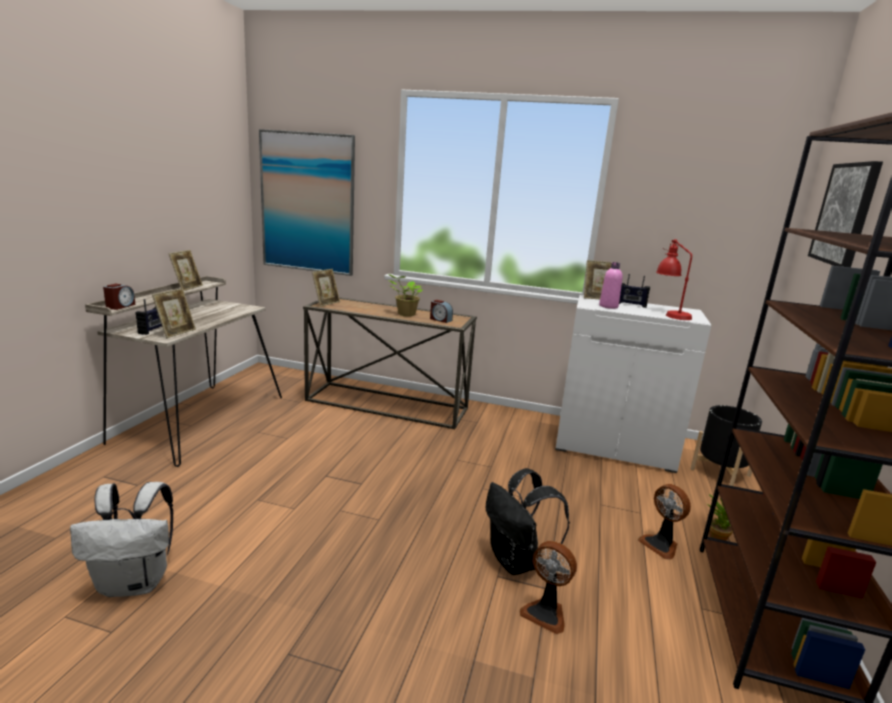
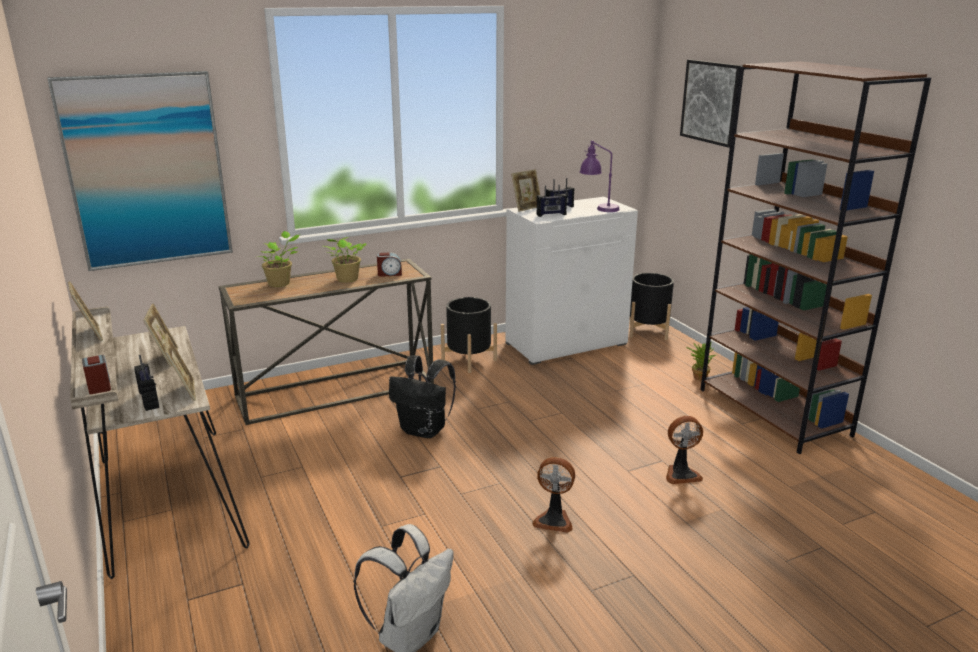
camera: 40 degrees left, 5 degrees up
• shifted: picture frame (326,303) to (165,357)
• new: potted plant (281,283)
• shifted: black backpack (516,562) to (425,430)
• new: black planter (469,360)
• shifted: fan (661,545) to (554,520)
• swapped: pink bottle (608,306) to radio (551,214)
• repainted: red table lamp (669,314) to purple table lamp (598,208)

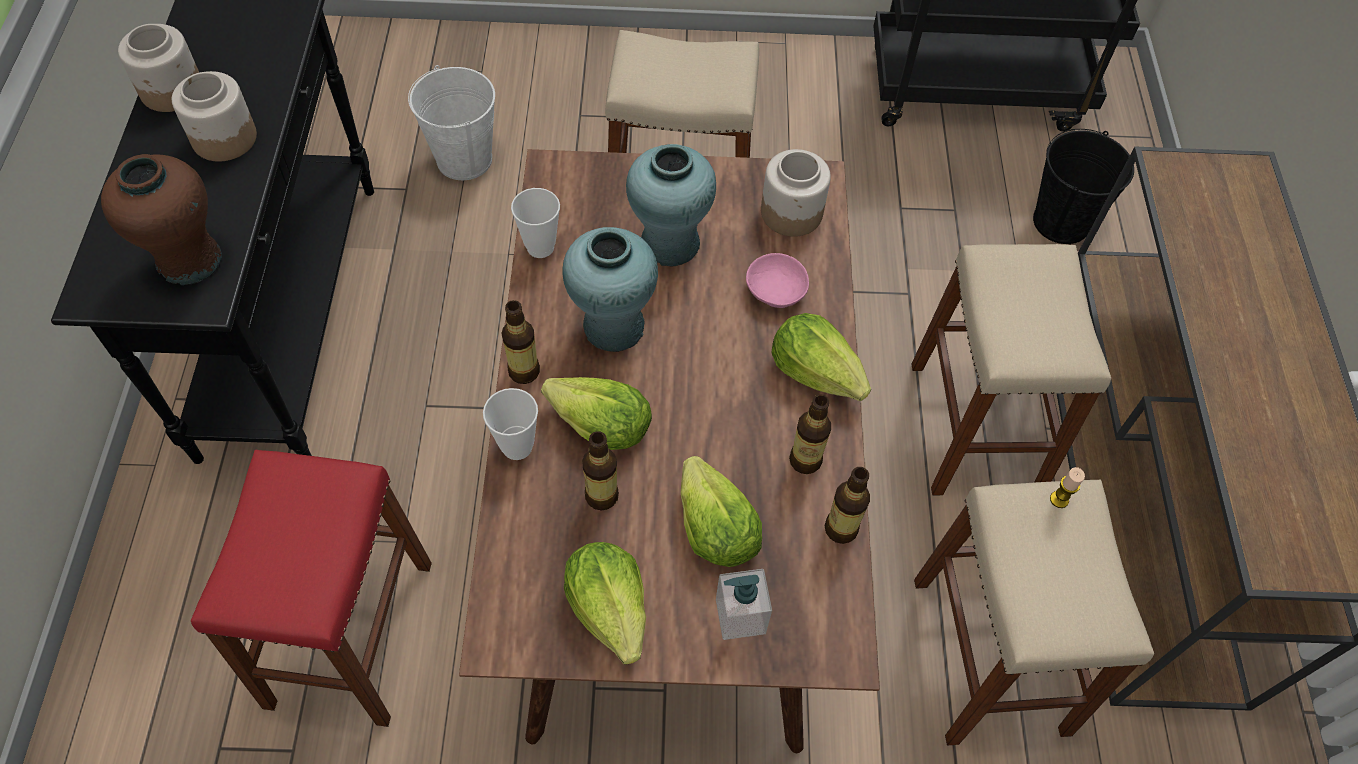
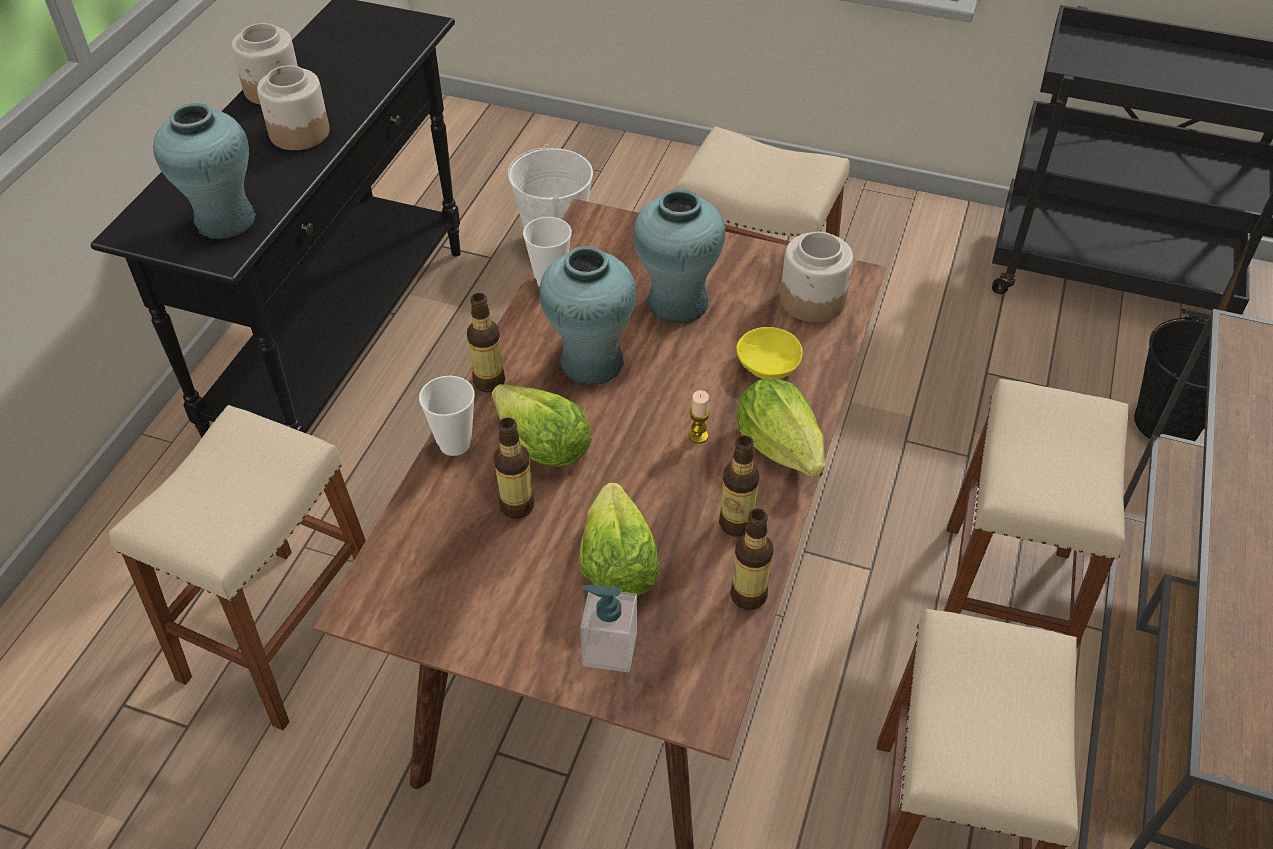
camera: 20 degrees right, 10 degrees down
• repainted: red stool (350,633) to beige stool (283,634)
• repainted: brown vase (190,261) to turquoise vase (225,221)
• shifted: candle (1059,499) to (698,436)
• repainted: pink bowl (778,291) to yellow bowl (770,366)
• gone: lettuce (610,609)

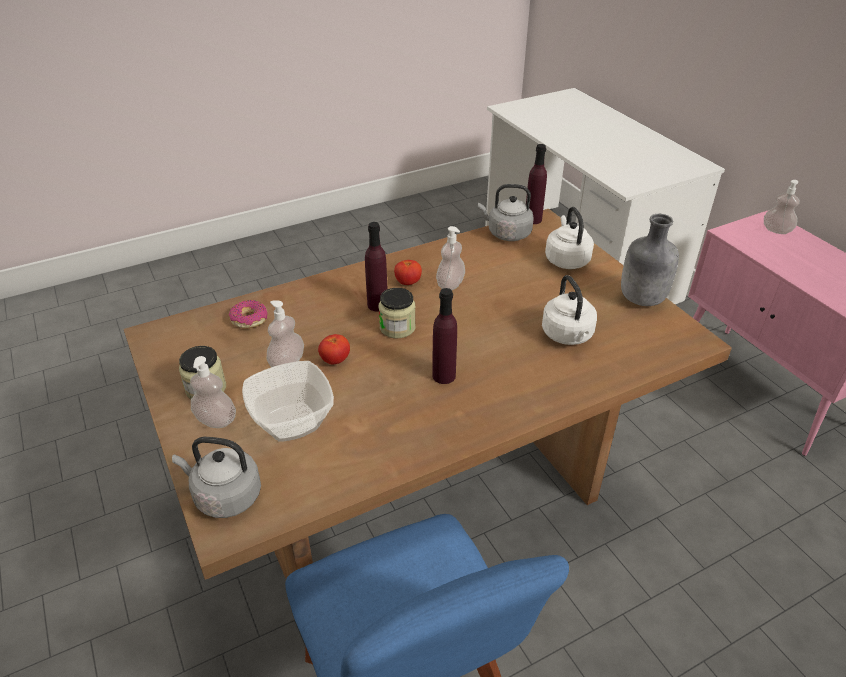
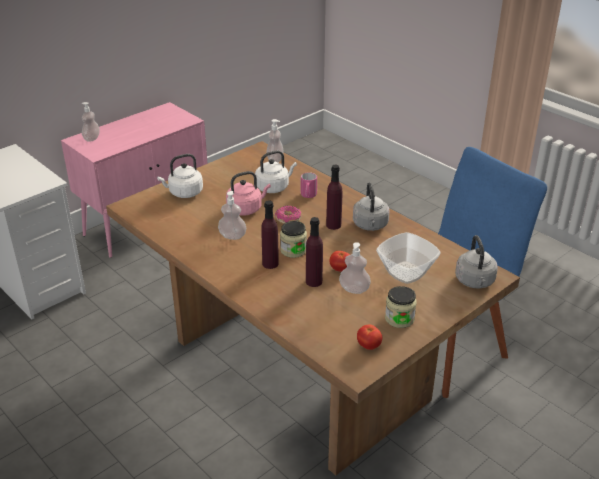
camera: 105 degrees left, 5 degrees down
• new: pink kettle (246,209)
• shifted: soap dispenser (216,420) to (275,159)
• shifted: donut (249,319) to (288,219)
• new: pink mug (308,196)
• shifted: purple bottle (533,219) to (314,281)
• shifted: grey kettle (506,234) to (370,225)
• shifted: tomato (408,282) to (368,346)
• gone: grey bottle (641,299)

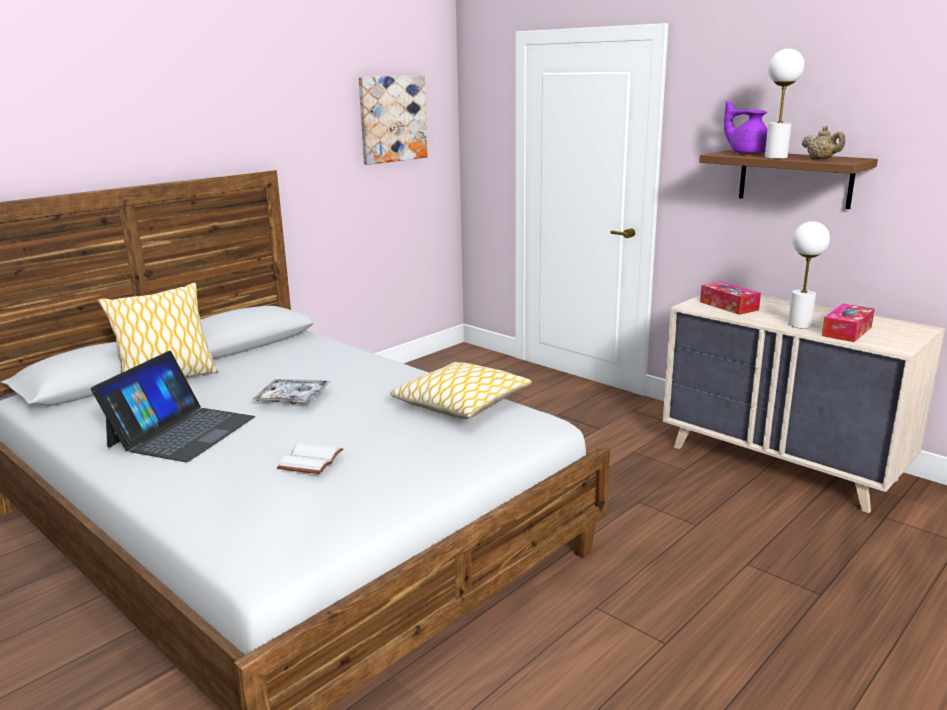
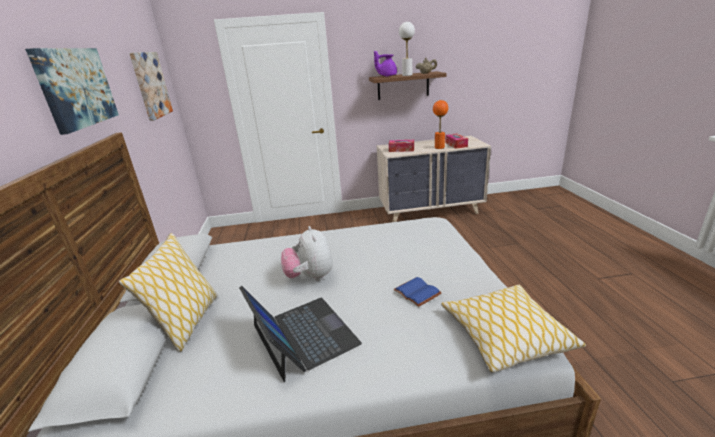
camera: 50 degrees left, 5 degrees up
• new: picture (76,87)
• swapped: tray (293,398) to plush toy (310,277)
• repainted: white book (312,461) to blue book (418,292)
• repainted: white table lamp (799,325) to orange table lamp (439,147)
• shifted: pillow (461,403) to (505,335)

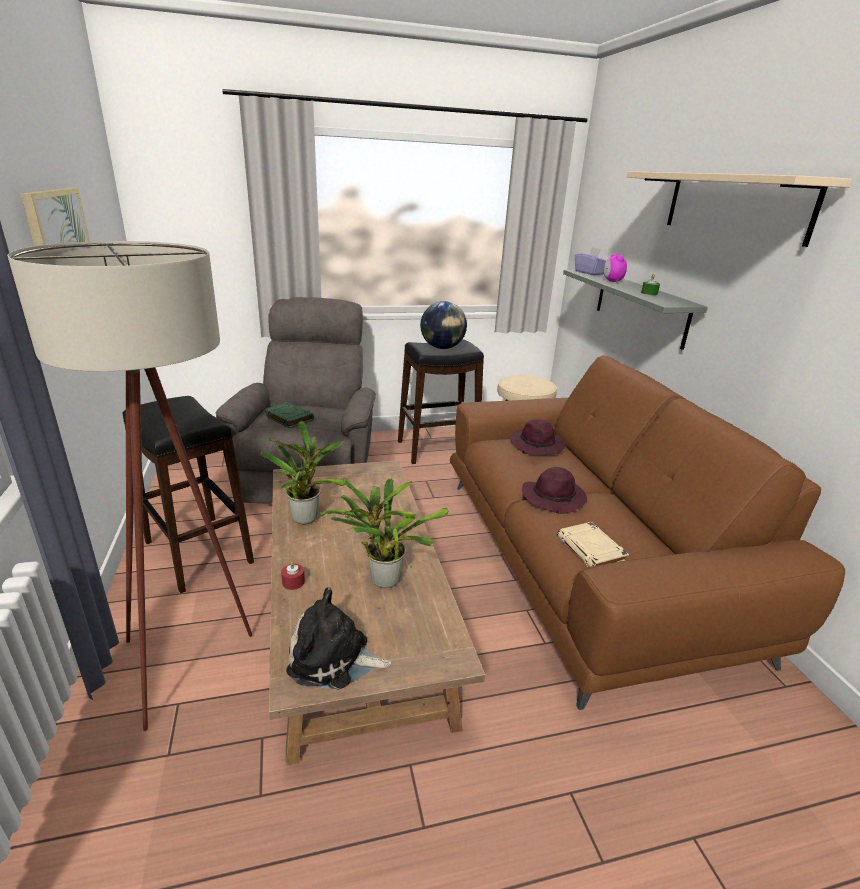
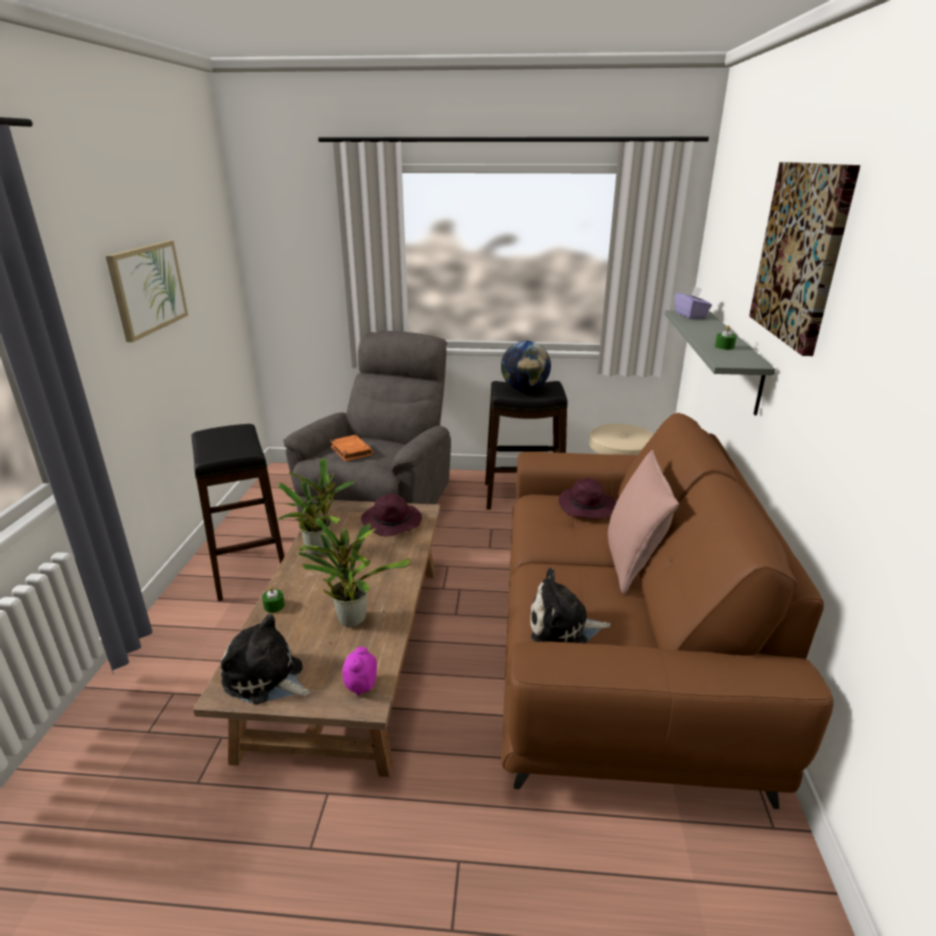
camera: 20 degrees right, 0 degrees up
• repainted: red candle (293,582) to green candle (274,606)
• repainted: green book (288,418) to orange book (351,451)
• shifted: alarm clock (612,281) to (361,686)
• shifted: purple hat (554,497) to (393,522)
• swapped: beige book (591,550) to plush toy (563,627)
• new: pink pillow (632,562)
• swapped: beige shelf (735,205) to picture (801,253)
• gone: beige floor lamp (194,659)

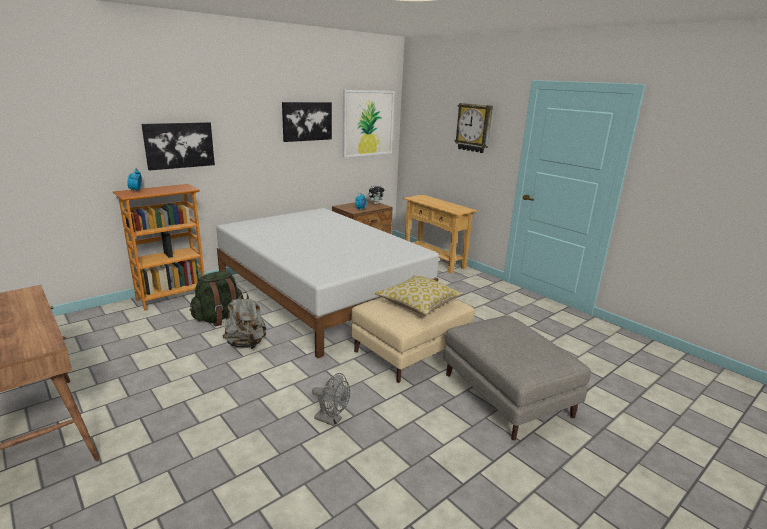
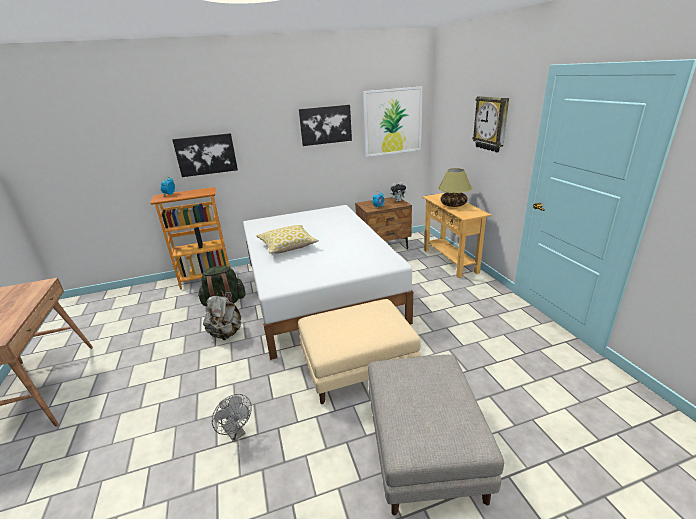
camera: 25 degrees right, 5 degrees up
• shifted: pillow (418,304) to (288,246)
• new: table lamp (453,205)

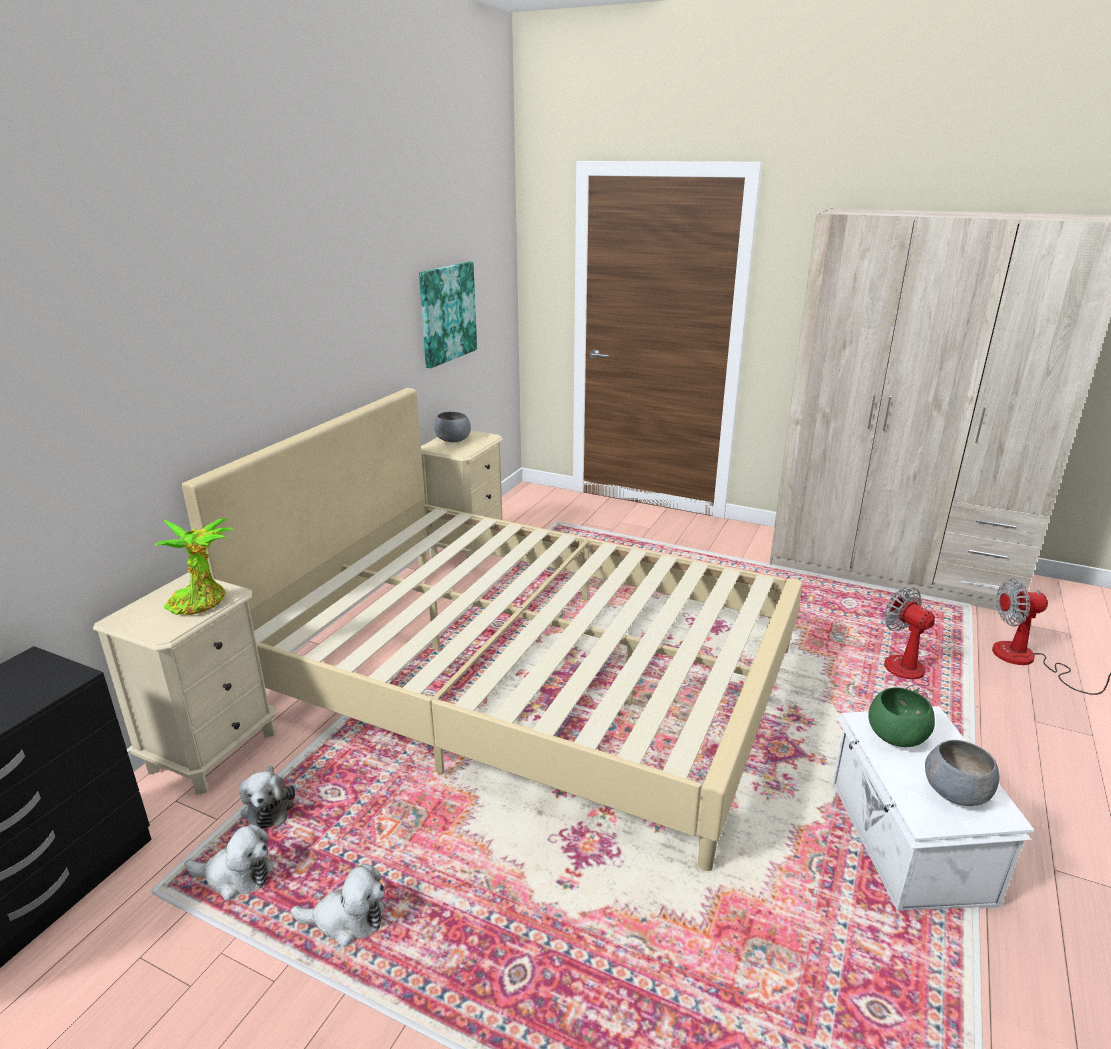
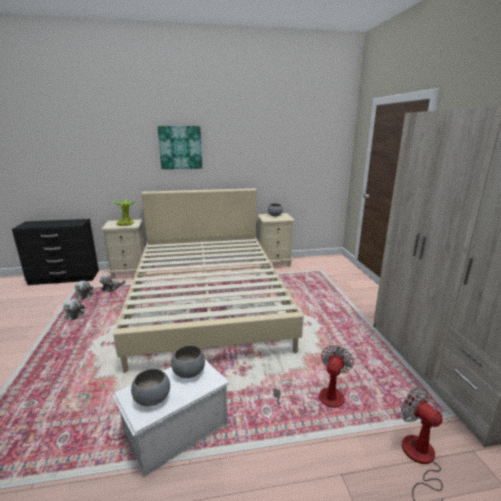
camera: 55 degrees right, 5 degrees down
• shifted: picture (447,313) to (180,147)
• repainted: green bowl (895,736) to grey bowl (188,372)

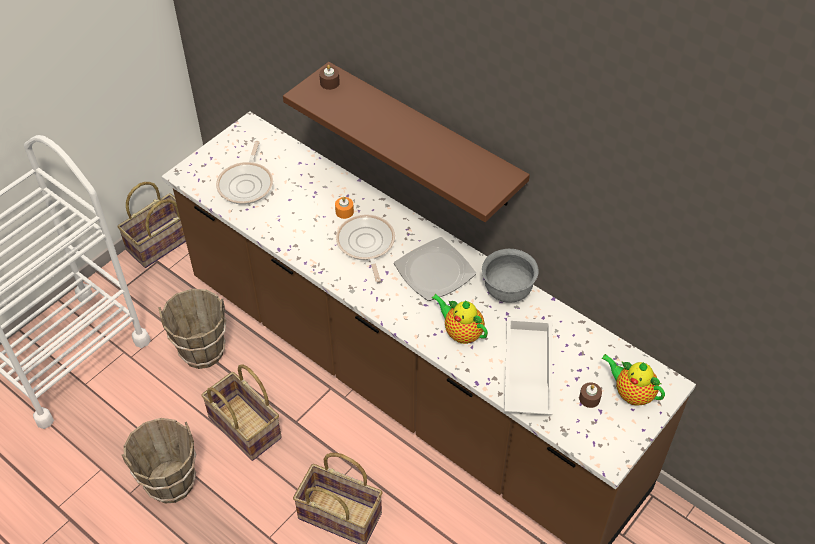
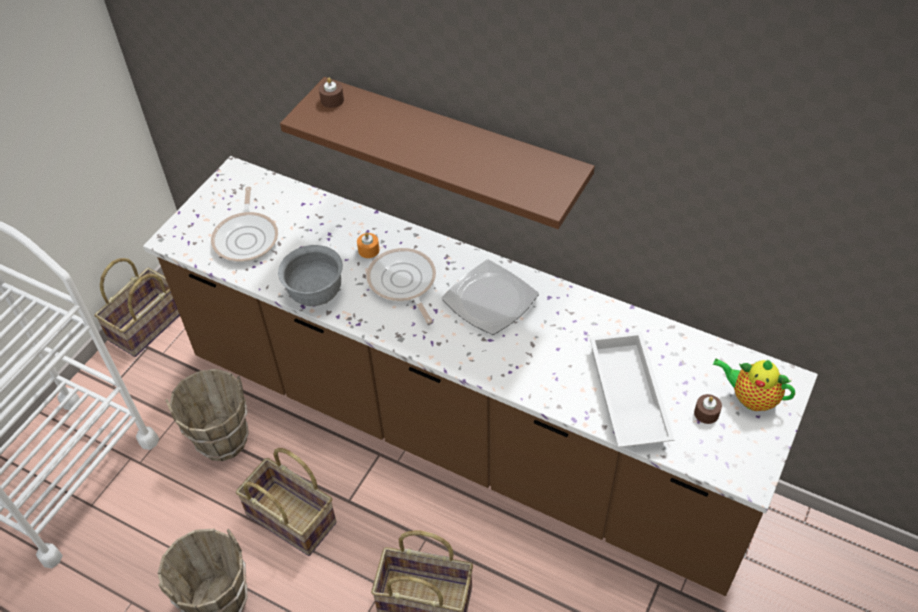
camera: 10 degrees left, 0 degrees up
• shifted: grey bowl (507,291) to (315,294)
• gone: teapot (461,332)

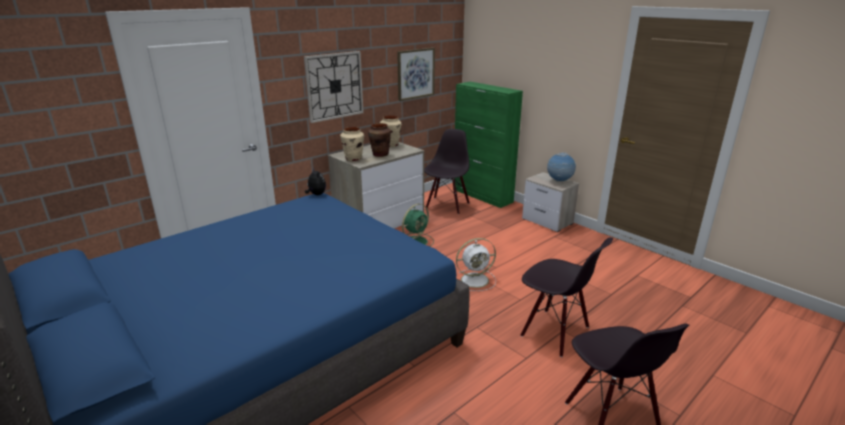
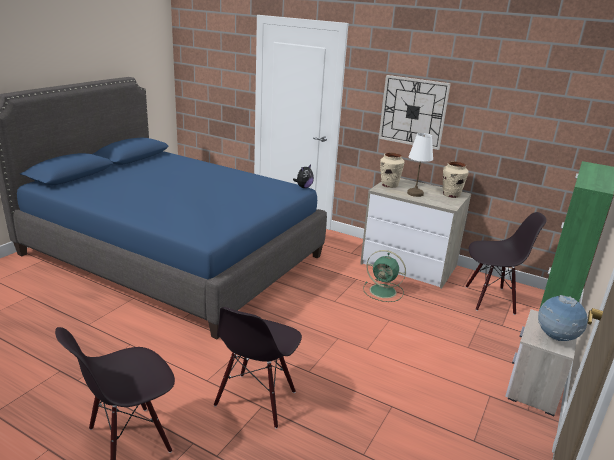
camera: 70 degrees right, 0 degrees up
• swapped: brown vase (380,154) to white table lamp (415,194)
• gone: picture (415,74)
• gone: white fan (476,280)

